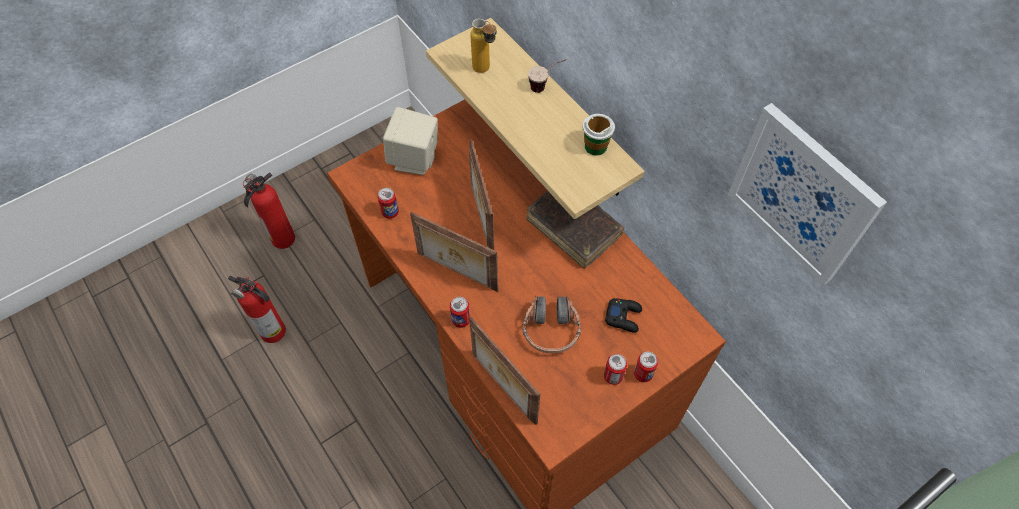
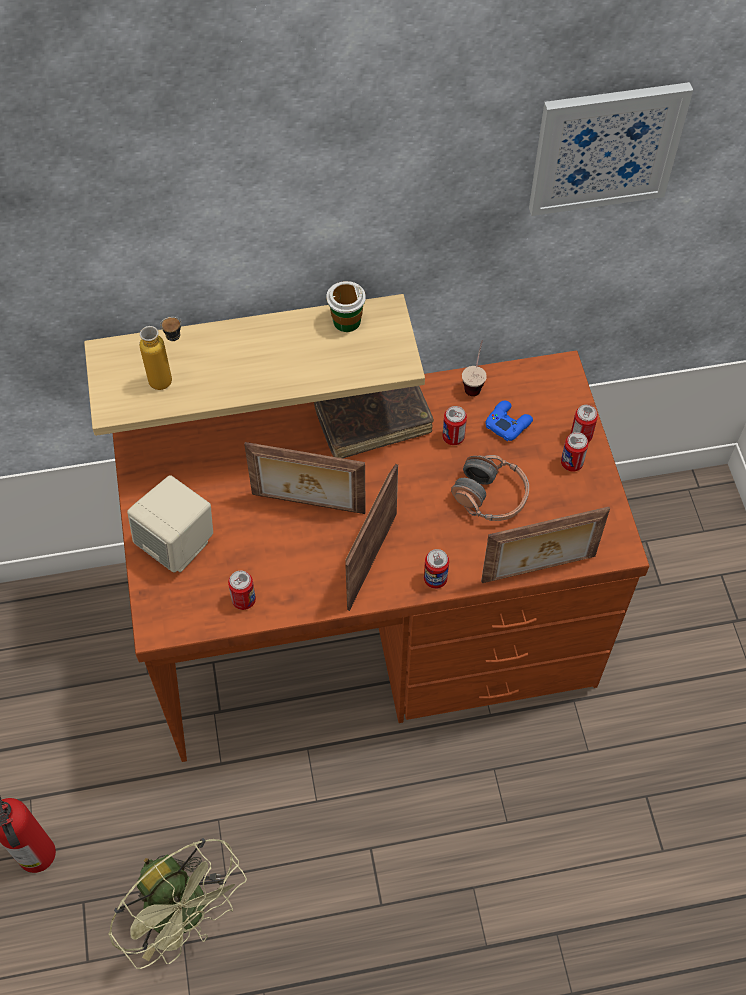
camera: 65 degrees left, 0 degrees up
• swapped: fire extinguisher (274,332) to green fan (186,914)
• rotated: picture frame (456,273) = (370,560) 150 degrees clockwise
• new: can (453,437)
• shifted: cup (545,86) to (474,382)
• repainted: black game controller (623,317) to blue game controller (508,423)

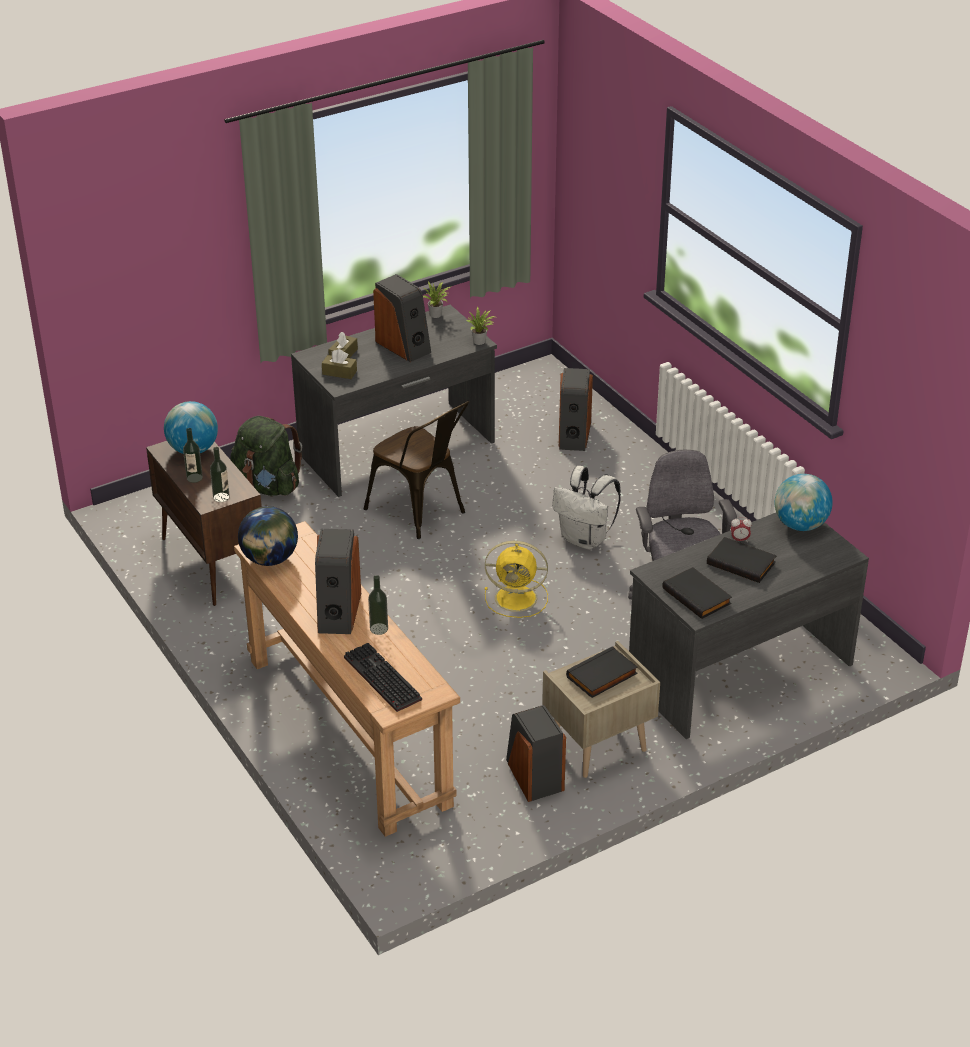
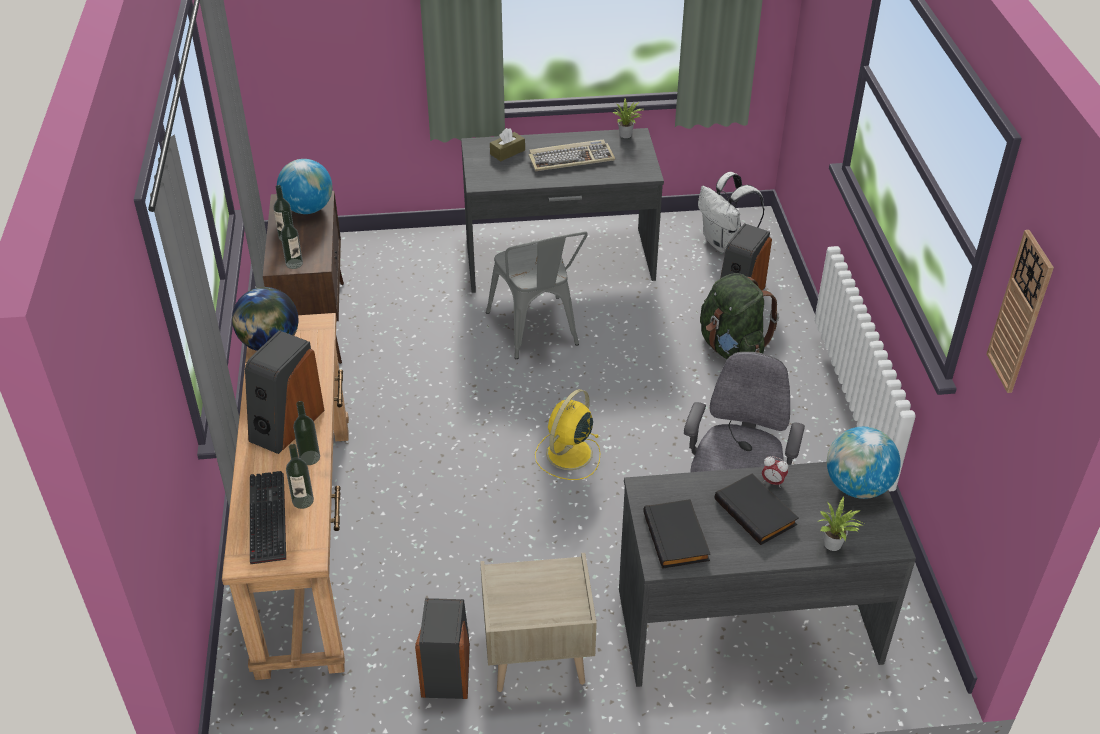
camera: 25 degrees right, 5 degrees up
• new: bottle (303,501)
• repainted: brown chair (421,512) to grey chair (537,332)
• swapped: speaker (404,346) to keyboard (571,158)
• rotated: yellow fan (518,598) = (568,455) 90 degrees clockwise
• shifted: white backpack (585,539) to (724,243)
• shifted: green backpack (268,486) to (732,348)
• shifted: potted plant (480,342) to (834,546)
• new: wall clock (1020,313)
• gone: brown tissue box (339,372)
• gone: black book (602,676)

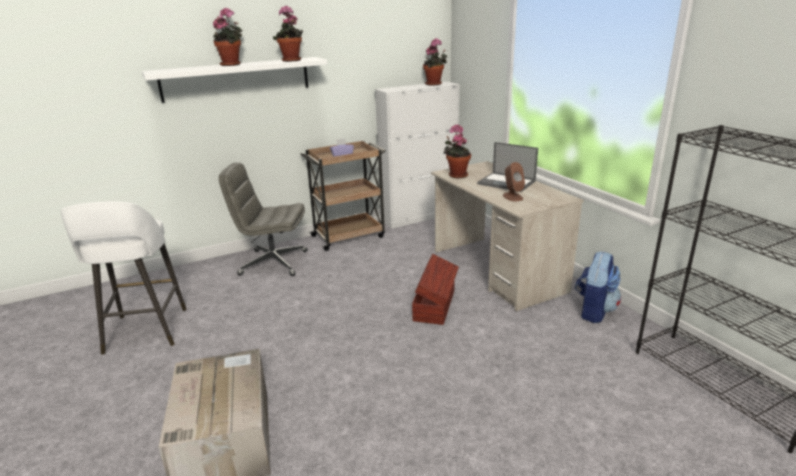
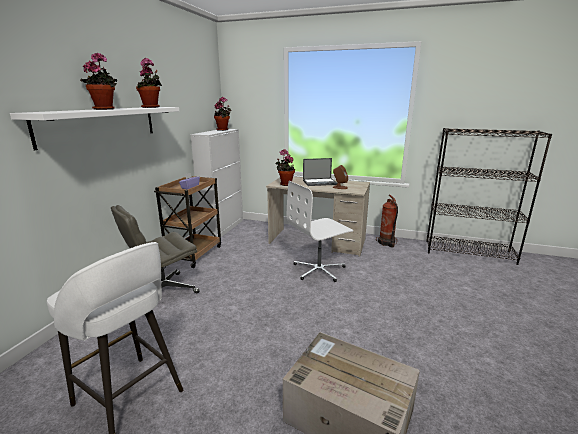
camera: 45 degrees left, 5 degrees down
• swapped: brown storage box (435,305) to white office chair (319,270)
• swapped: backpack (593,311) to fire extinguisher (386,243)

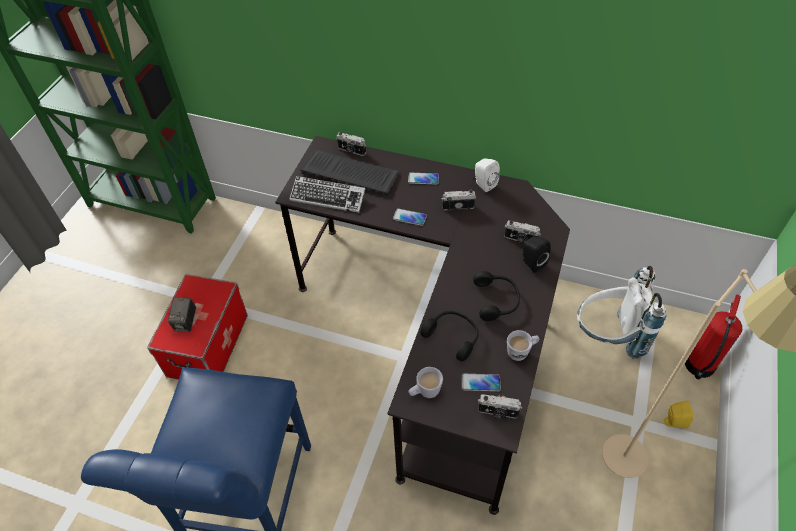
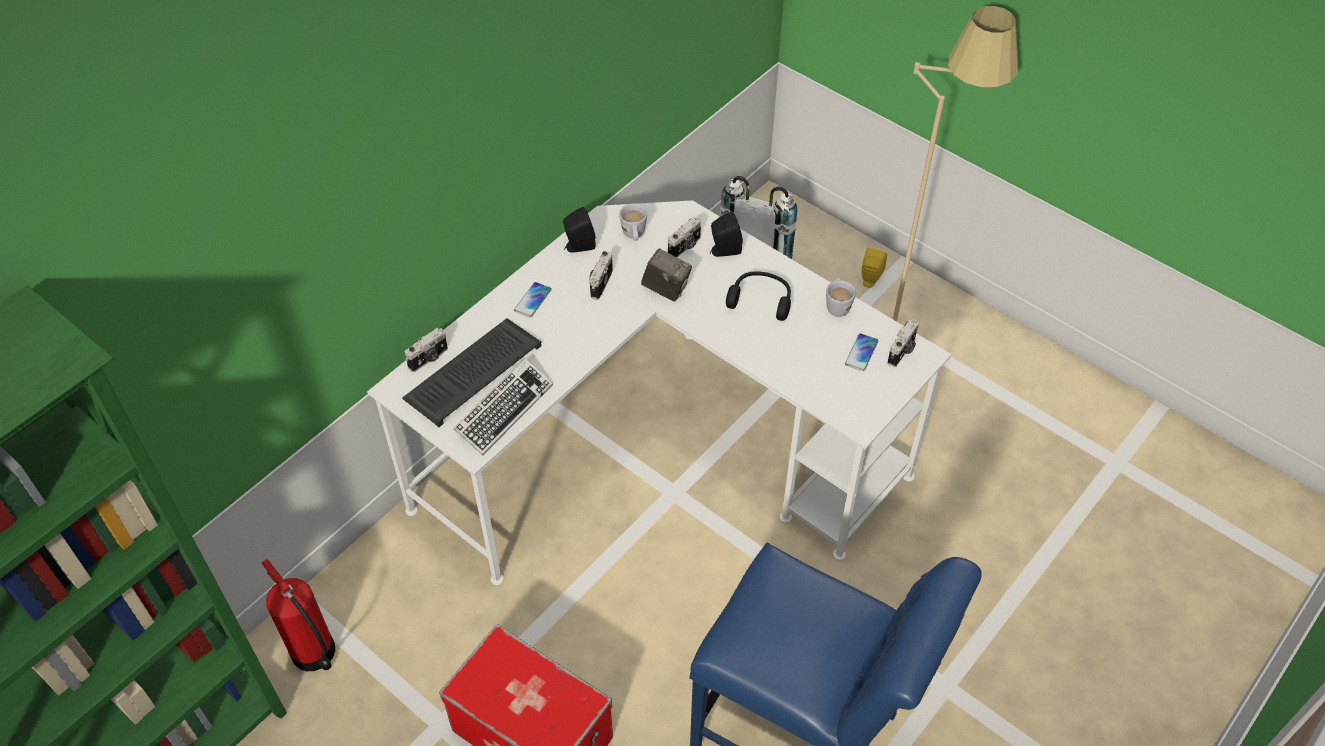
camera: 70 degrees left, 0 degrees up
• shifted: fire extinguisher (698,366) to (314,654)
• repainted: black desk (437,334) to white desk (657,445)
• repainted: white speaker (484,184) to black speaker (578,246)
• shifted: white mug (425,392) to (634,236)
• shifted: photo camera (186,322) to (666,289)
• gone: phone (409,217)
• gone: black headphones (453,336)

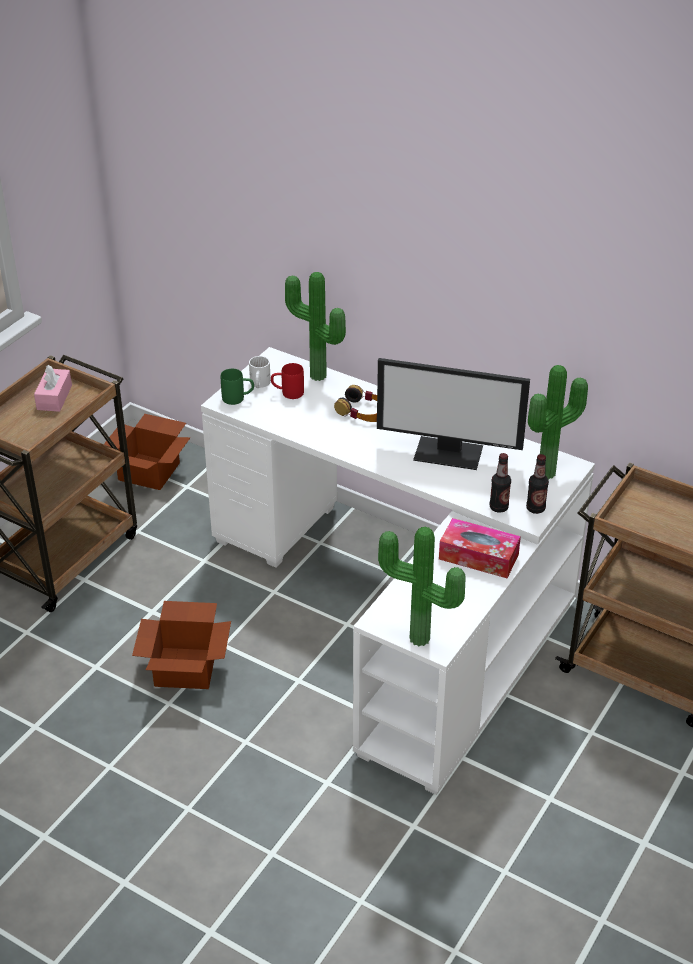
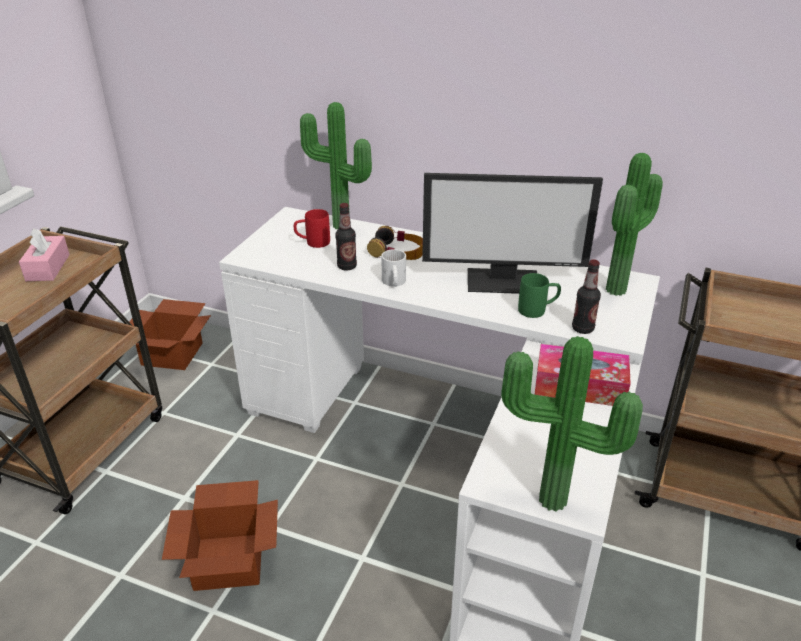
camera: 10 degrees left, 5 degrees down
• shifted: bottle (535,508) to (347,266)
• shifted: white mug (258,384) to (393,282)
• shifted: green mug (238,398) to (538,310)

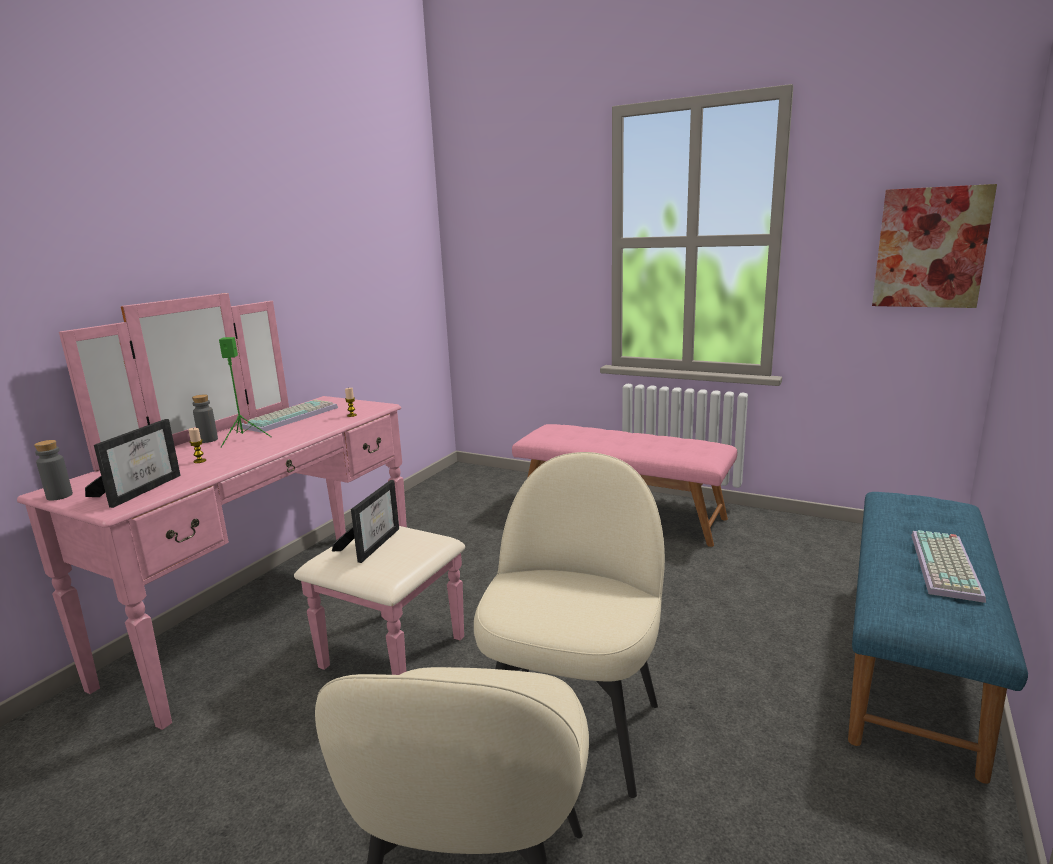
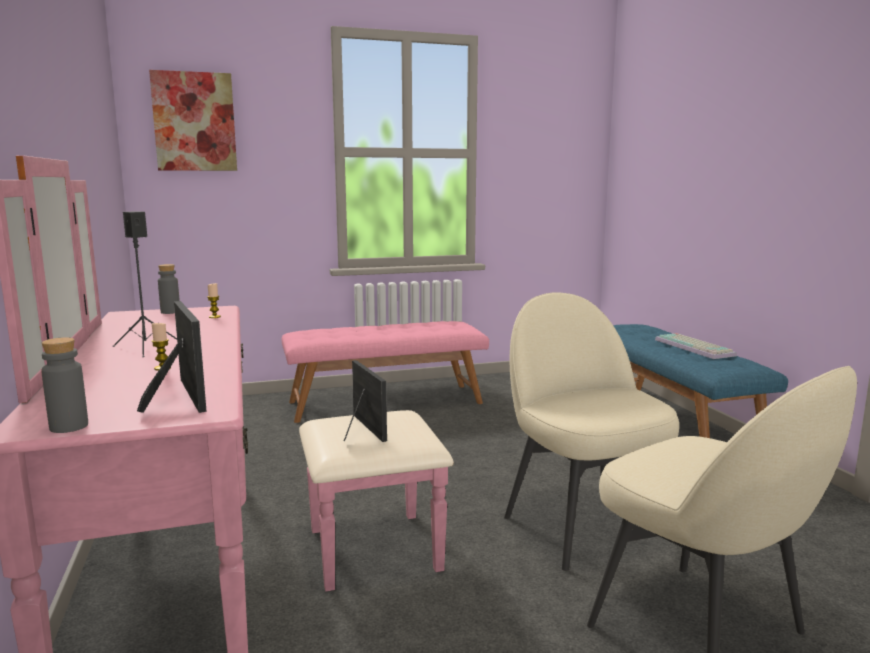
camera: 45 degrees left, 5 degrees down
• repainted: green speaker (243,439) to black speaker (146,348)
• shifted: picture (930,248) to (194,122)
• shifted: grey bottle (208,440) to (170,312)
• gone: keyboard (290,417)

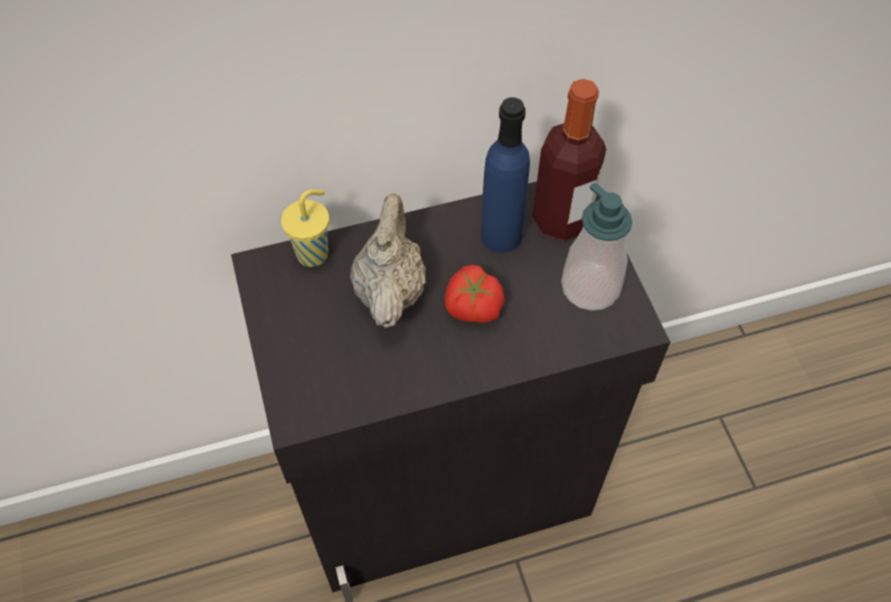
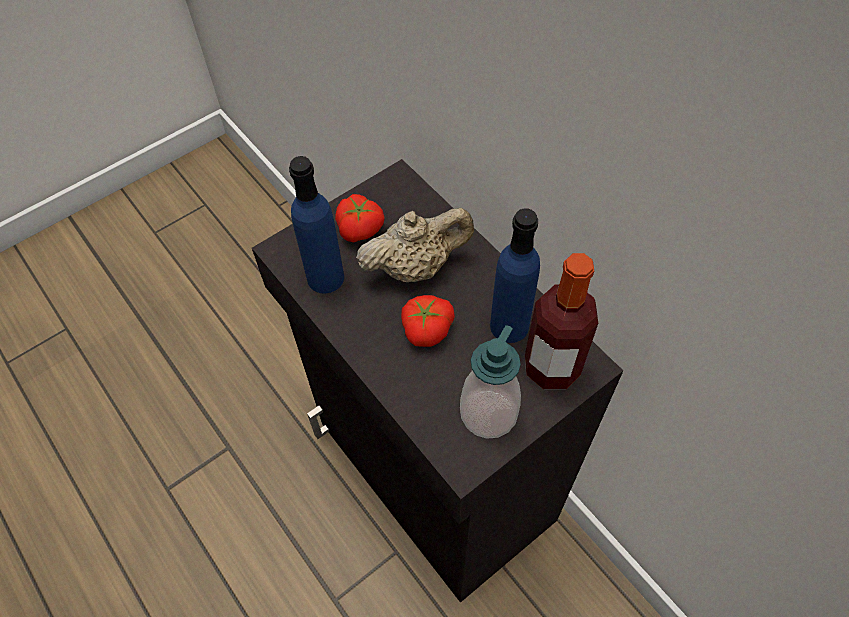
camera: 70 degrees right, 0 degrees up
• new: blue bottle (325,277)
• new: tomato (361,228)
• gone: yellow cup (314,253)

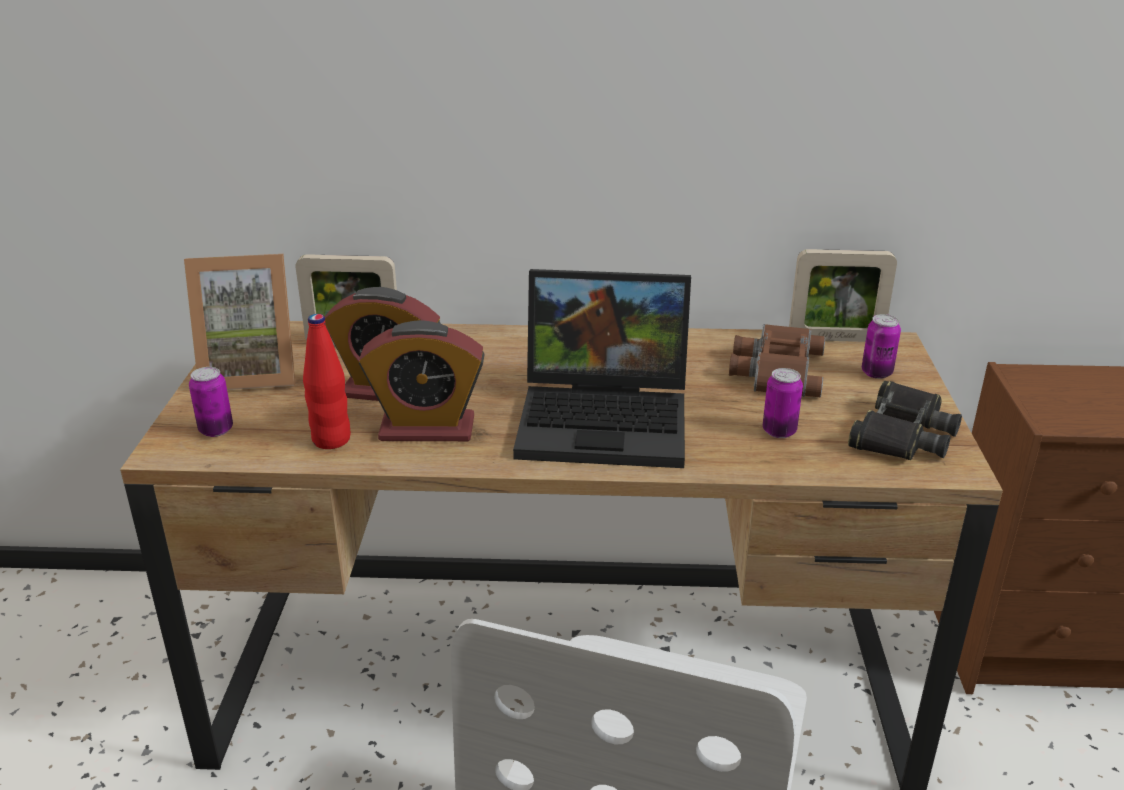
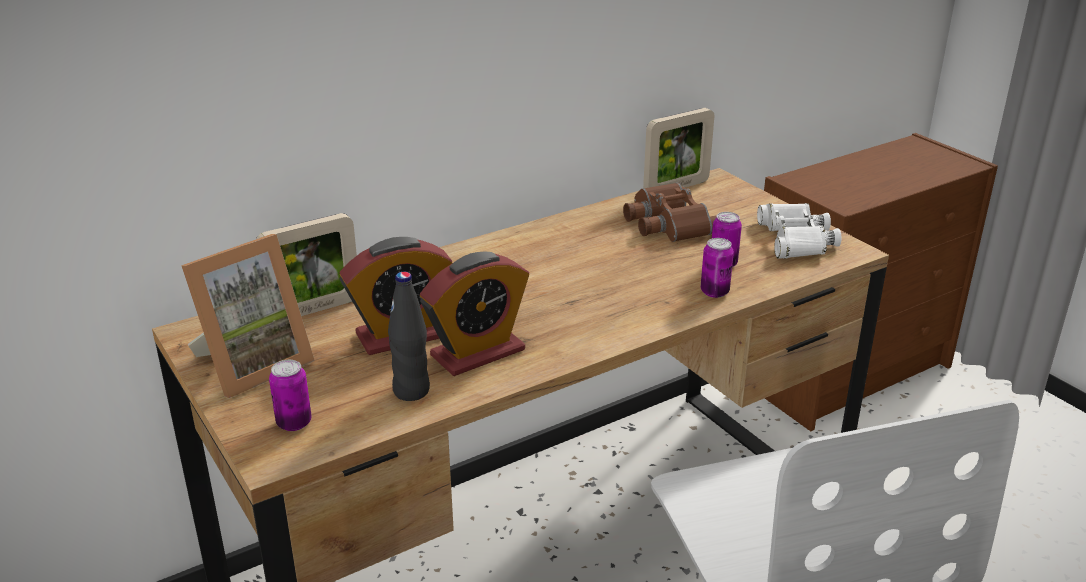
camera: 35 degrees left, 0 degrees up
• repainted: red bottle (331,440) to black bottle (411,391)
• shifted: can (876,373) to (714,292)
• repainted: black binoculars (901,434) to white binoculars (795,239)
• gone: laptop (608,419)

